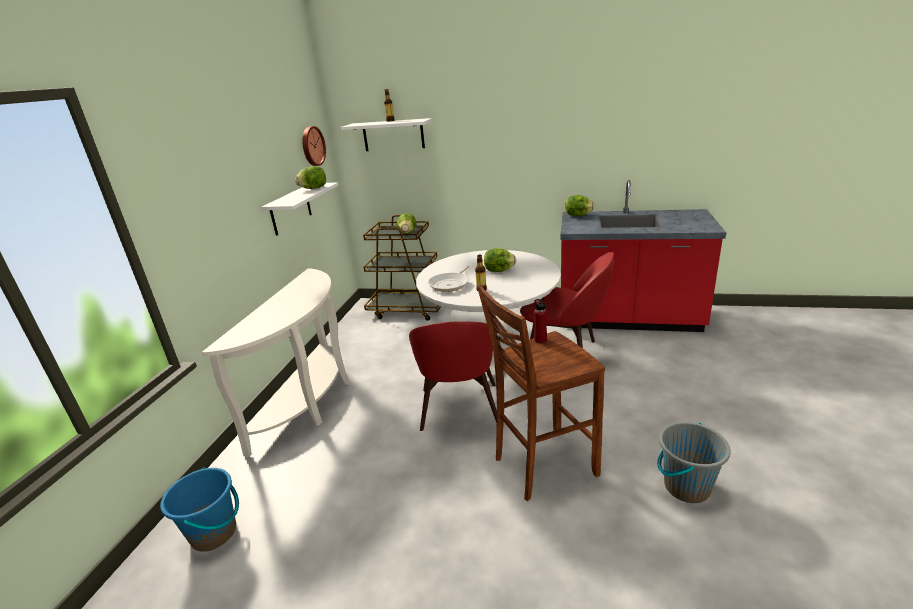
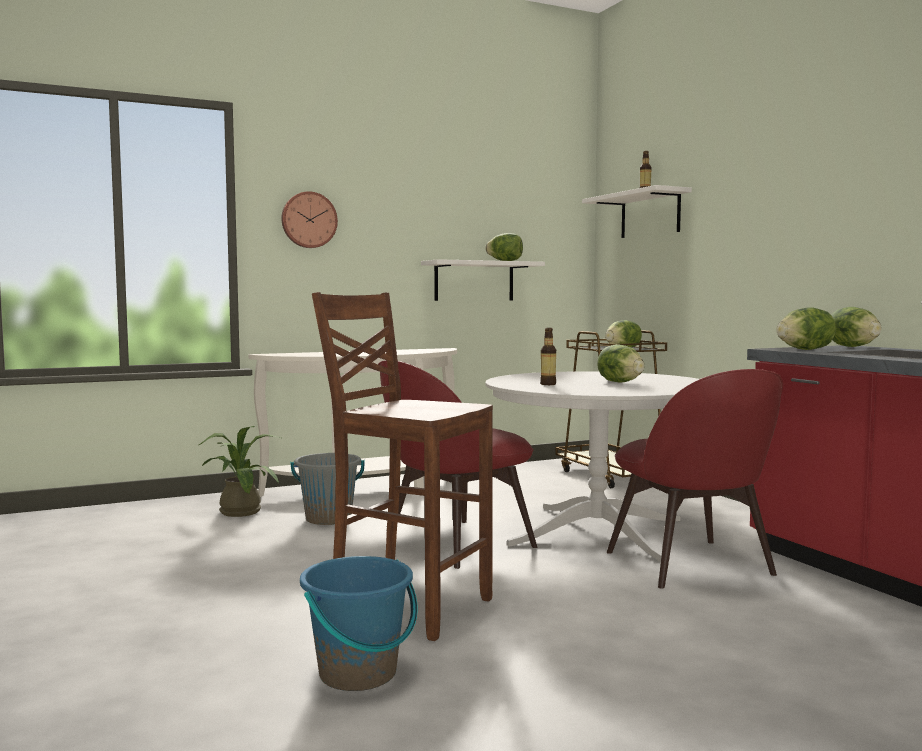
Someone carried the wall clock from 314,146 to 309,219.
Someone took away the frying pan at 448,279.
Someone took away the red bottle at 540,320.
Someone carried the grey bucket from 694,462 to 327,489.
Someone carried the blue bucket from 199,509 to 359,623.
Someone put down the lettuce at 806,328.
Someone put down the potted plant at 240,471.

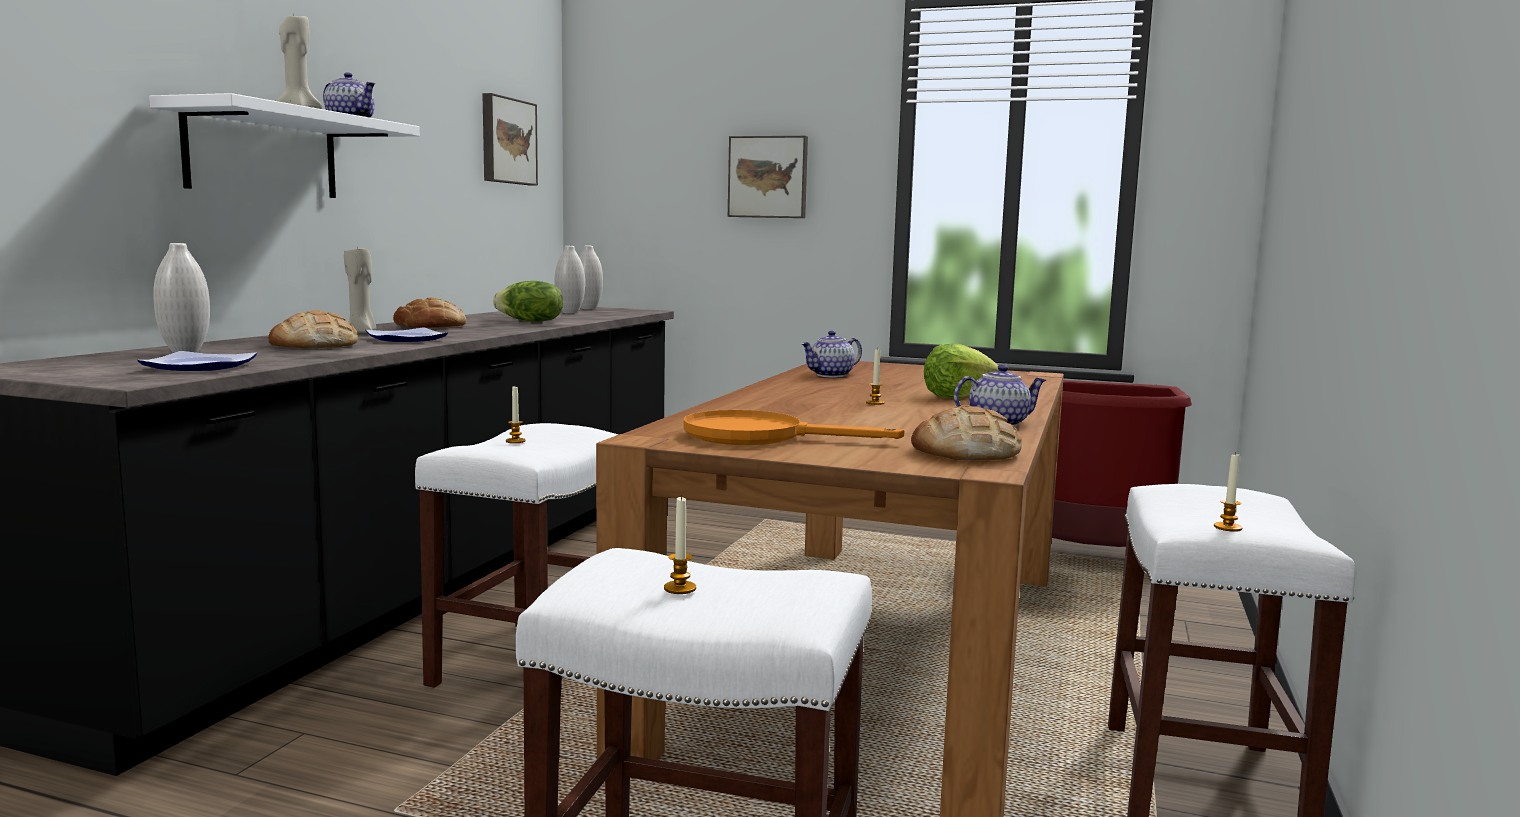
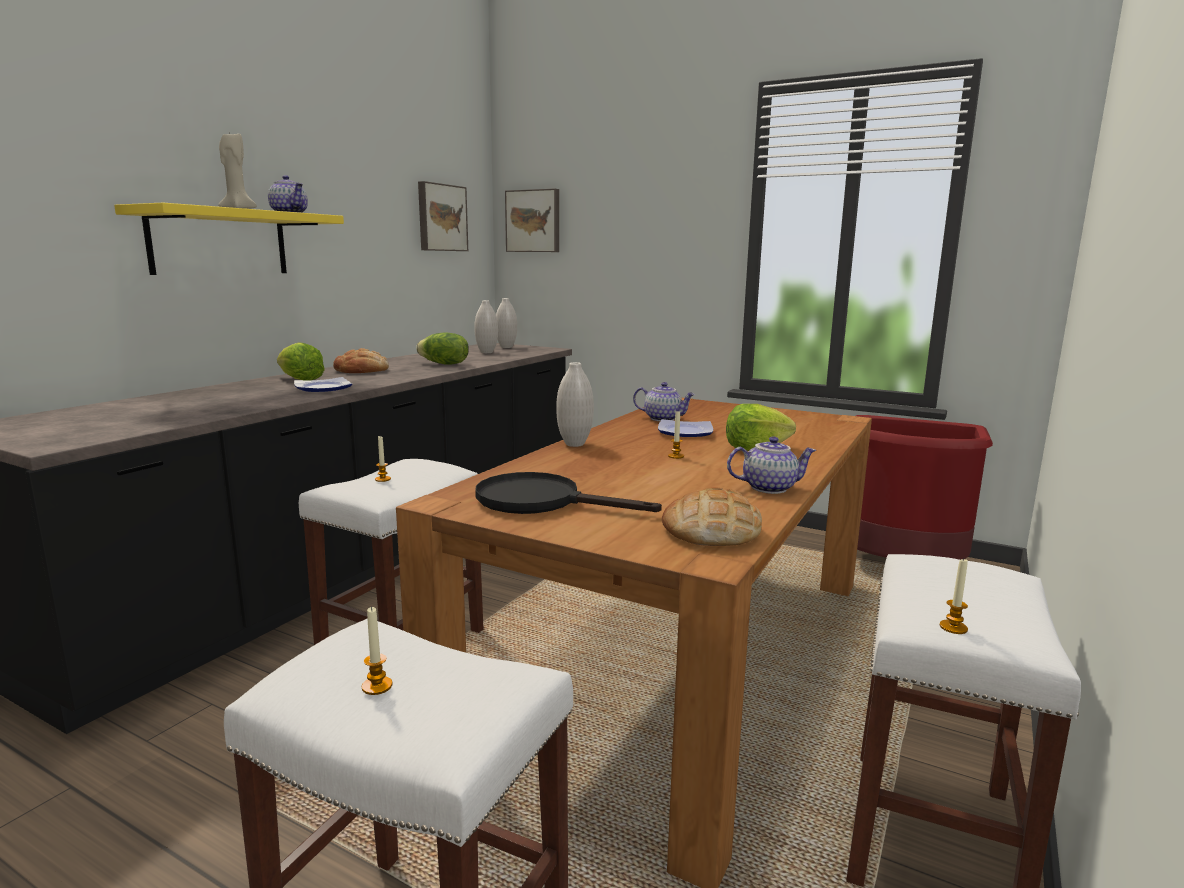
Someone repainted the white shelf at 284,145, which became the yellow shelf at 229,239.
Someone carried the picture from 768,177 to 532,220.
Someone carried the white vase from 181,298 to 575,404.
Someone swapped the beige candle at 360,290 for the lettuce at 301,361.
Someone took away the bread at 313,329.
Someone rotated the teapot at 831,354 by 135 degrees counterclockwise.
Someone carried the plate from 197,361 to 685,428.
Someone repainted the orange frying pan at 793,427, which became the black frying pan at 568,493.

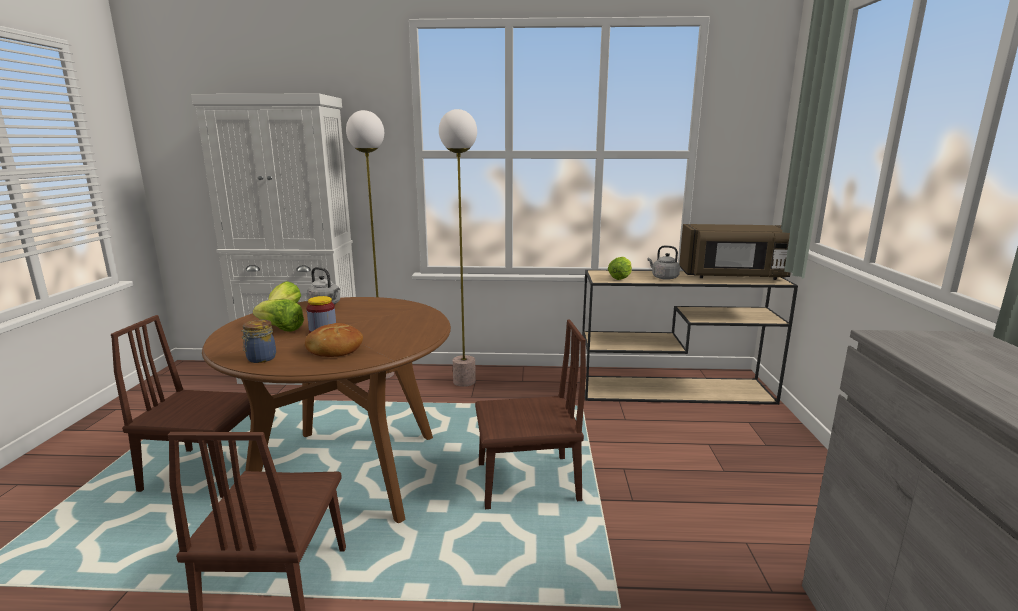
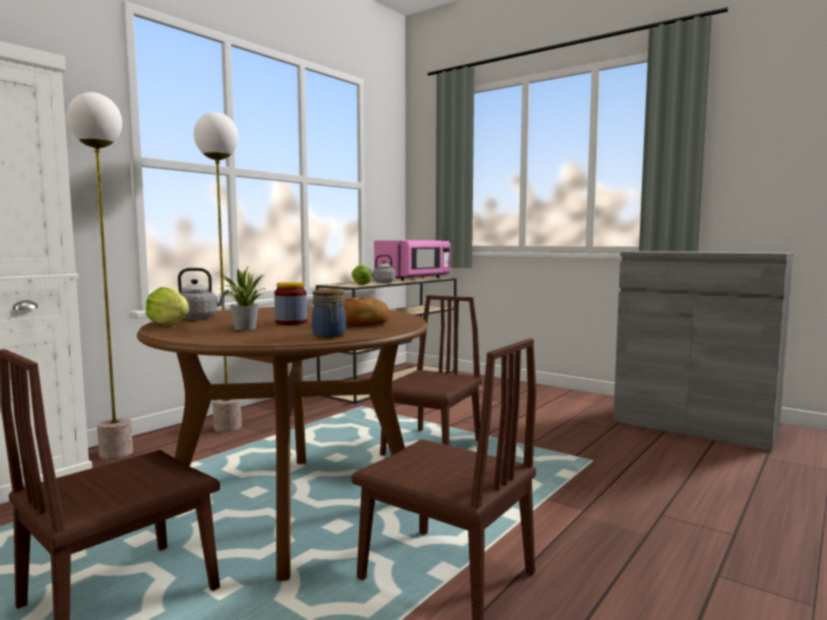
Someone repainted the brown microwave at 735,252, which became the pink microwave at 412,260.
Someone swapped the lettuce at 278,315 for the potted plant at 241,298.

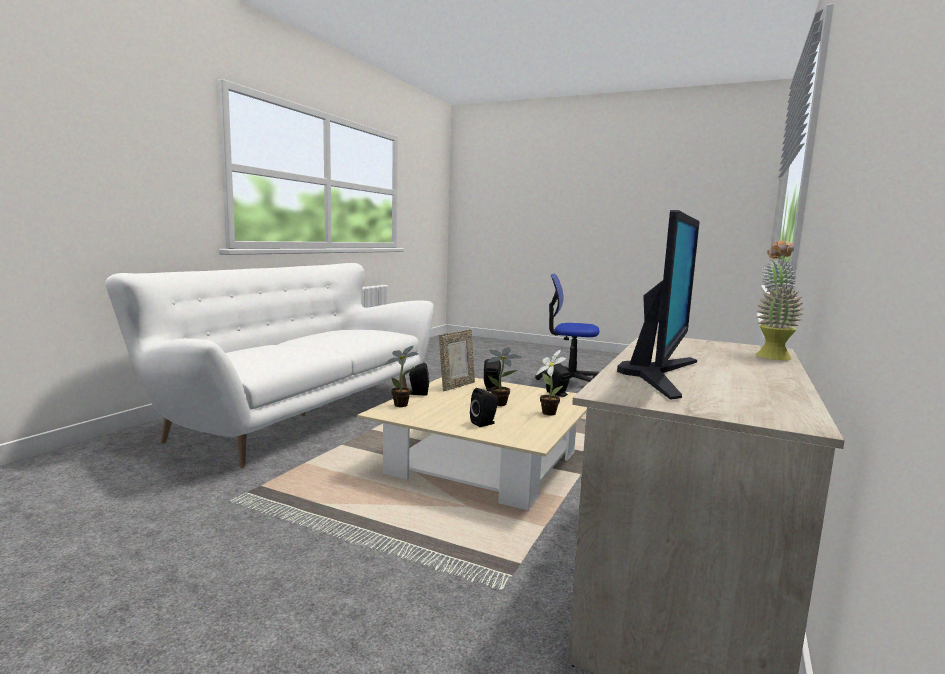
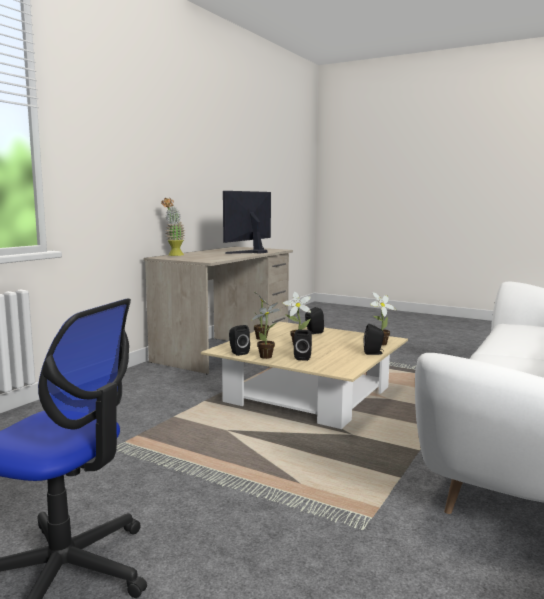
Someone took away the picture frame at 457,360.
Someone put down the potted plant at 265,330.

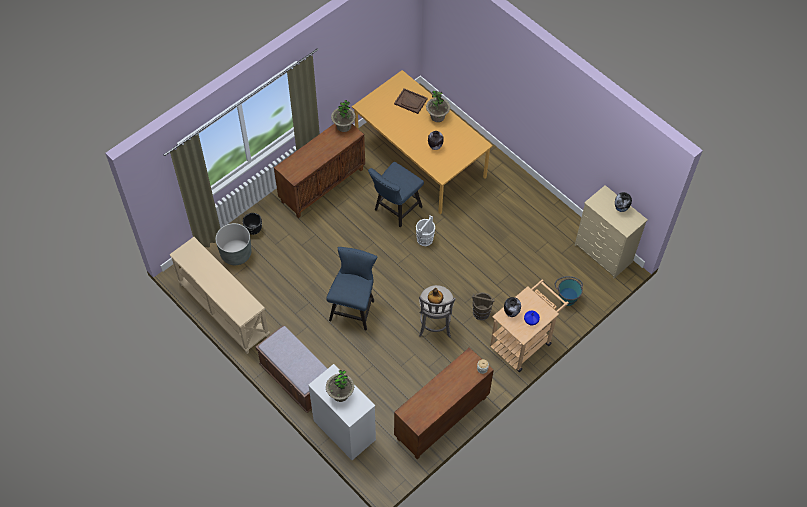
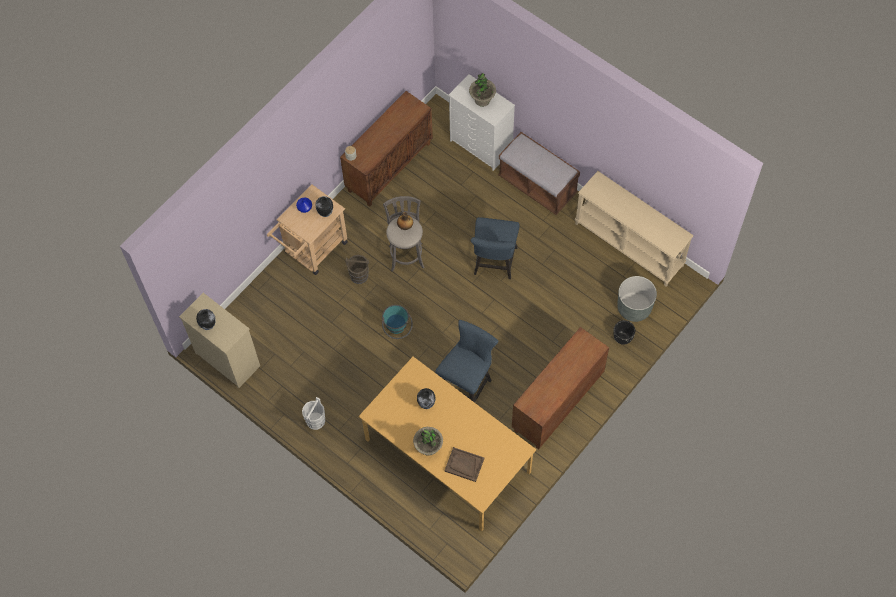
Someone took away the potted plant at 343,116.
Someone carried the white bucket from 425,230 to 313,413.
Someone carried the turquoise bucket from 569,291 to 397,322.

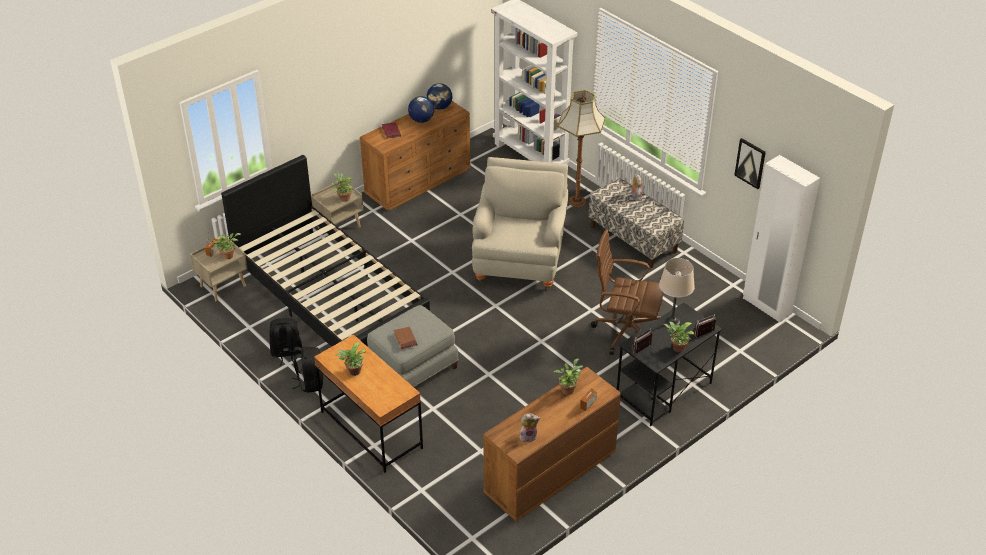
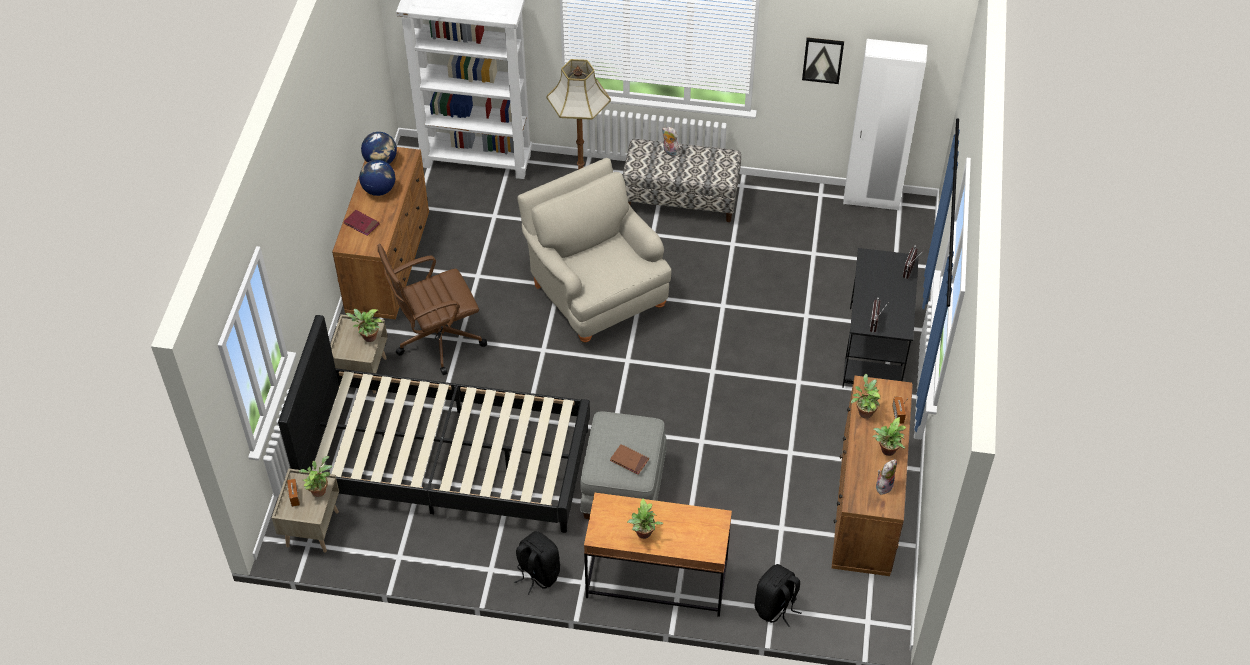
Someone carried the brown office chair from 627,292 to 432,309.
Someone took away the beige table lamp at 677,292.
Someone carried the black backpack from 285,342 to 777,595.
Someone carried the potted plant from 679,337 to 889,436.

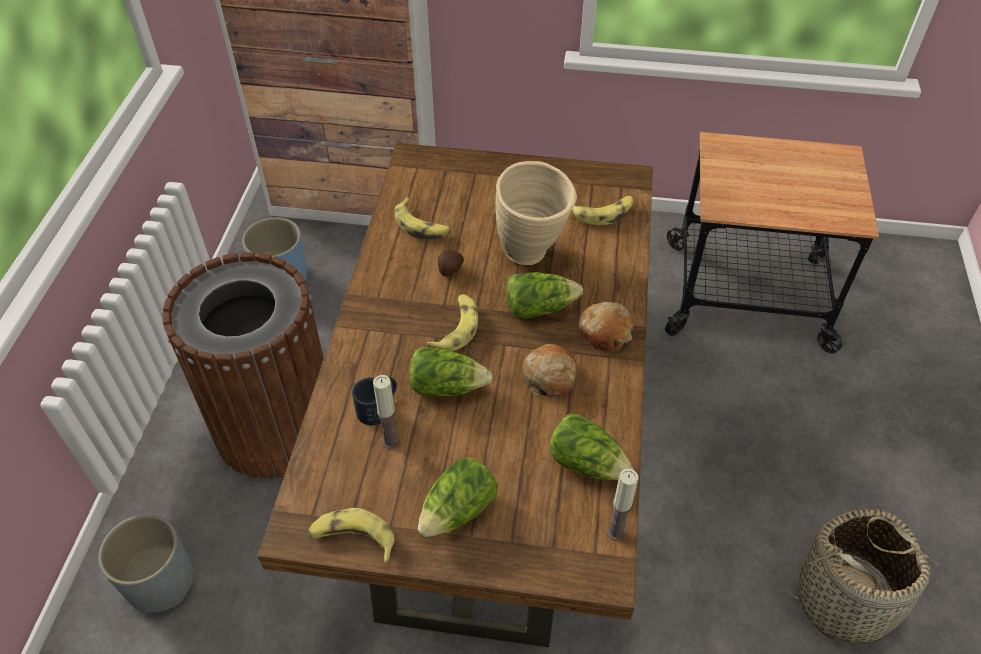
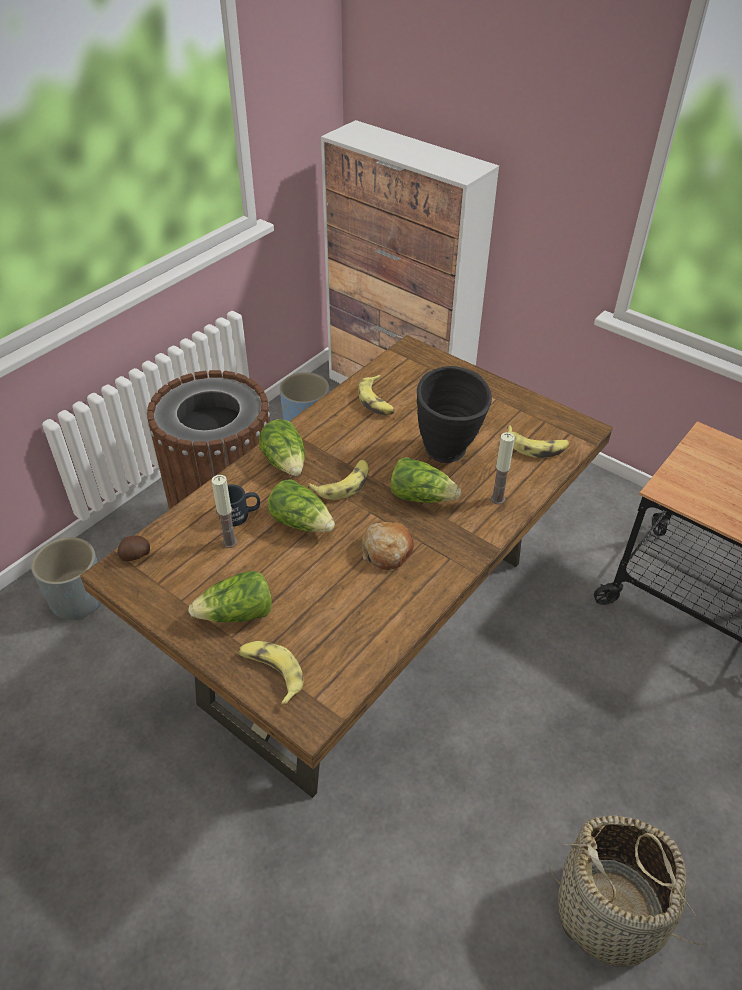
Someone repainted the beige vase at 536,213, which became the black vase at 454,414.
Someone carried the potato from 451,263 to 133,548.
Someone took away the bread at 606,327.
Someone carried the lettuce from 591,447 to 282,447.
Someone carried the candle from 622,504 to 502,468.
Someone carried the banana from 351,536 to 270,673.

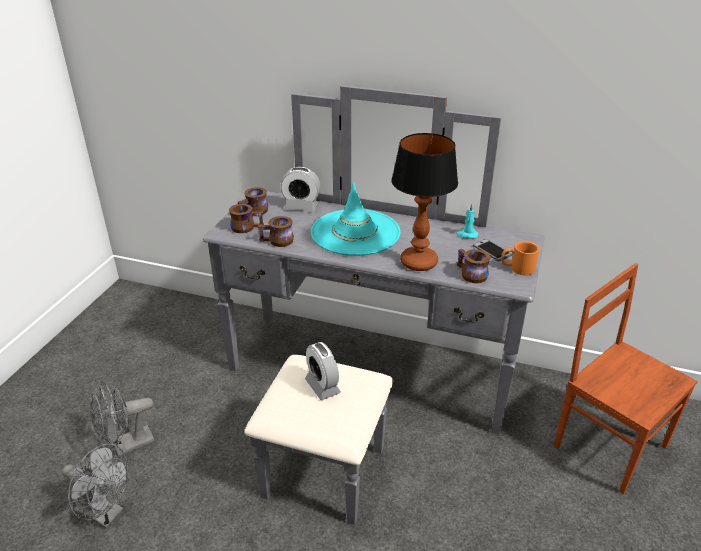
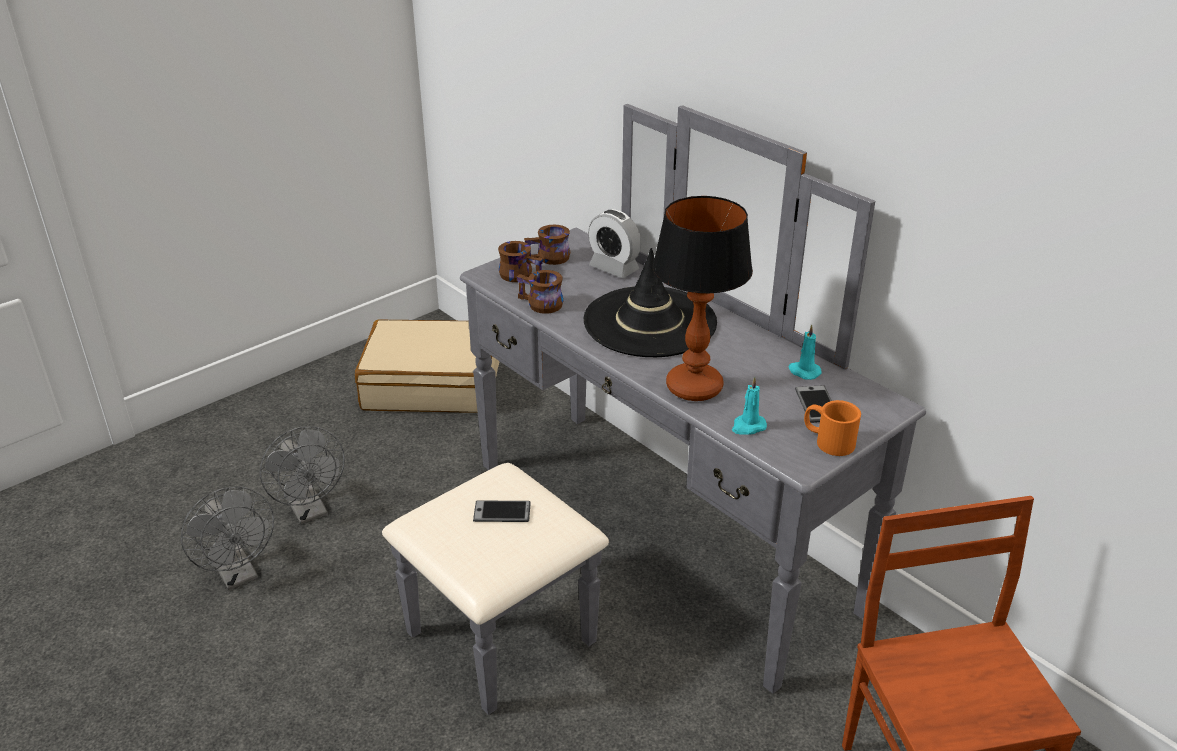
Someone repainted the turquoise hat at 356,219, which became the black hat at 650,302.
Someone swapped the brown mug at 474,266 for the turquoise candle at 749,406.
Someone swapped the alarm clock at 323,371 for the phone at 502,511.
Someone rotated the grey fan at 122,419 by 120 degrees counterclockwise.
Someone put down the beige suitcase at 427,366.

